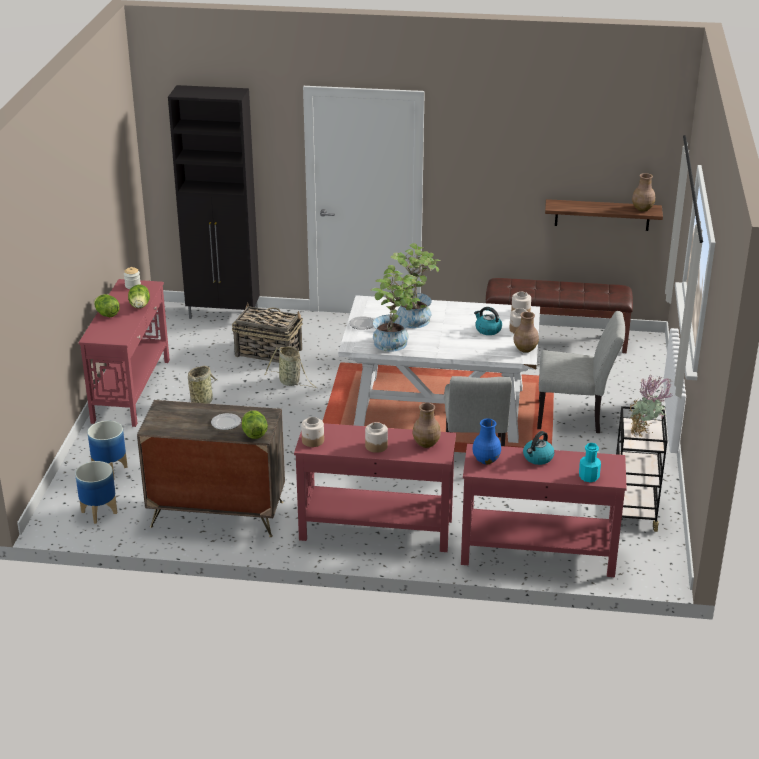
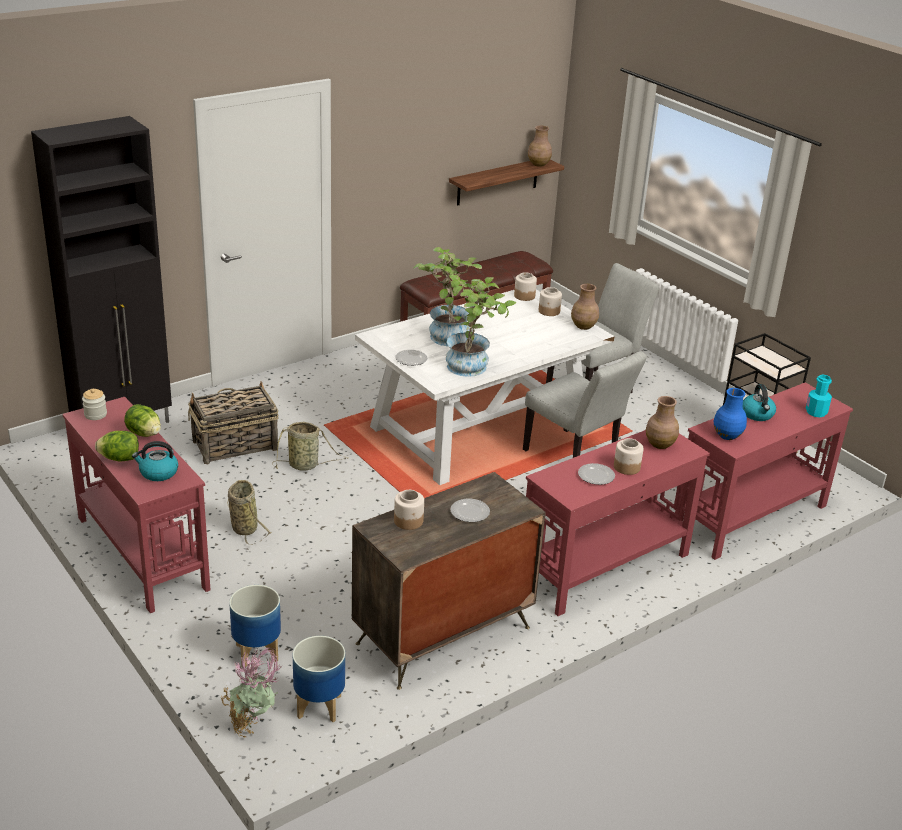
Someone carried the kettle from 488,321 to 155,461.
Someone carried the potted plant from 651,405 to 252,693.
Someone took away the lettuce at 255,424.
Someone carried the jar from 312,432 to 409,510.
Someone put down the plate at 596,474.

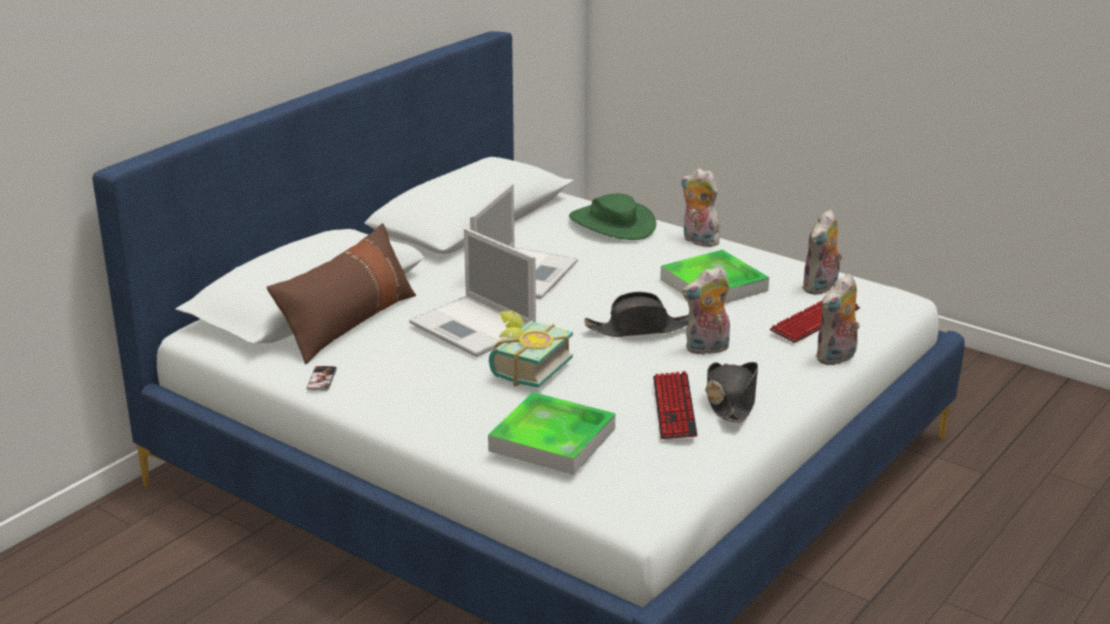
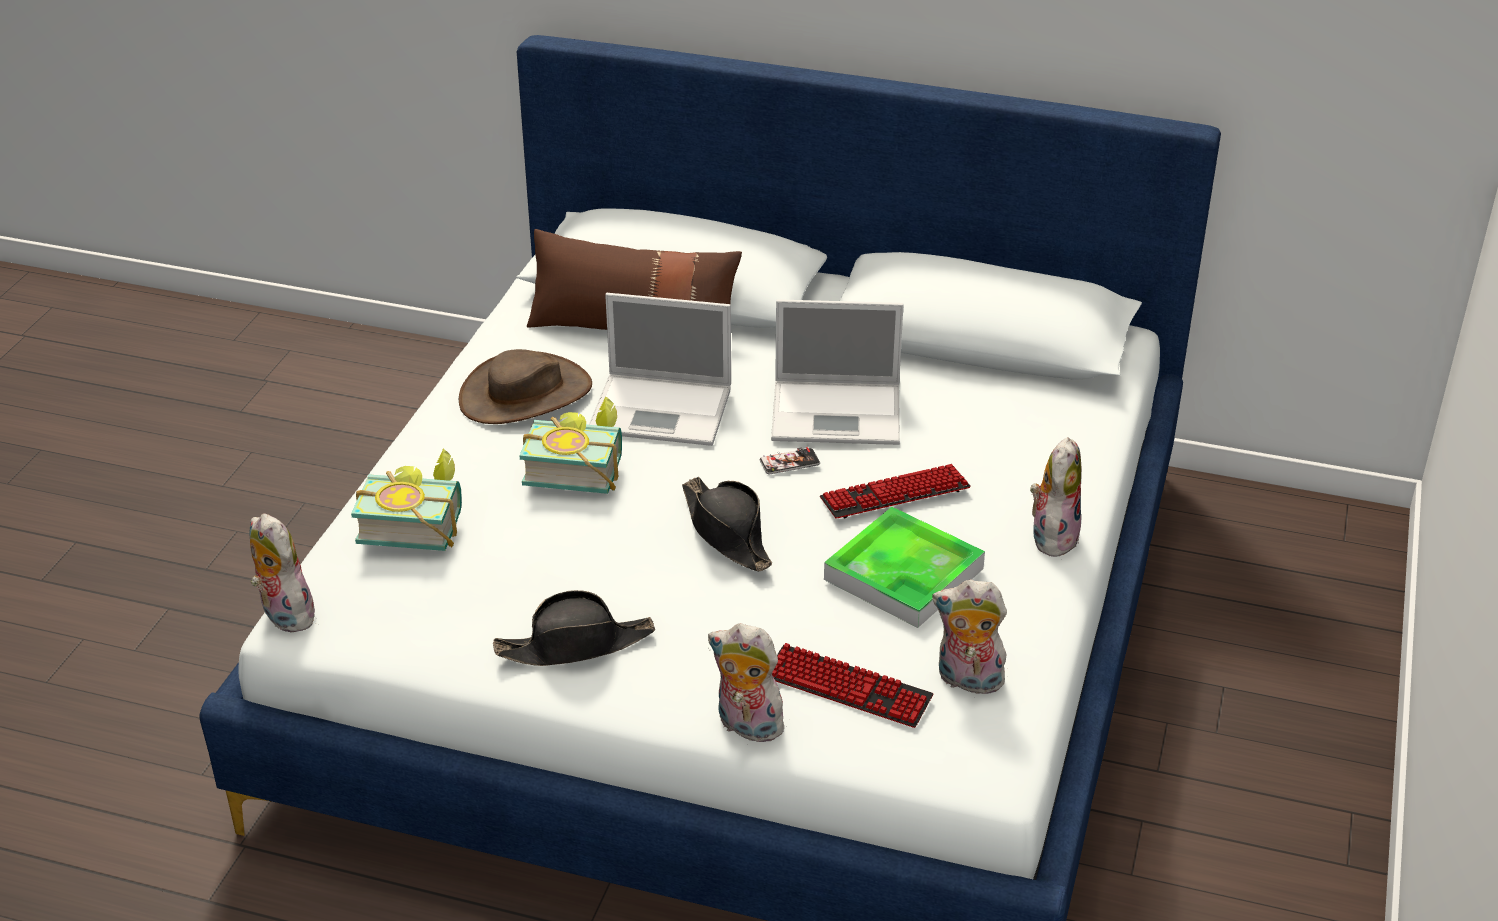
Someone took away the green hat at 612,216.
Someone rotated the laptop at 472,292 by 105 degrees counterclockwise.
Someone carried the plush toy from 706,310 to 283,572.
Someone carried the phone from 321,378 to 790,460.
Someone carried the keyboard from 675,405 to 895,491.
Someone swapped the tray at 551,433 for the book at 406,500.
Someone put down the brown hat at 525,386.

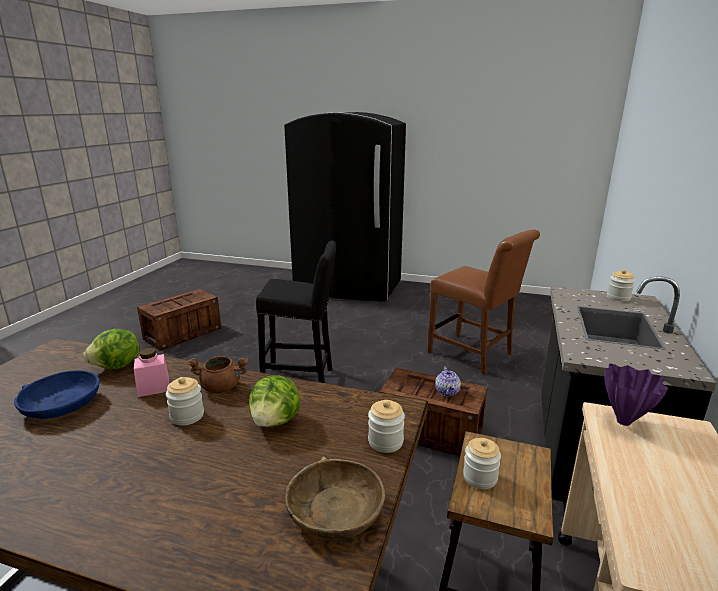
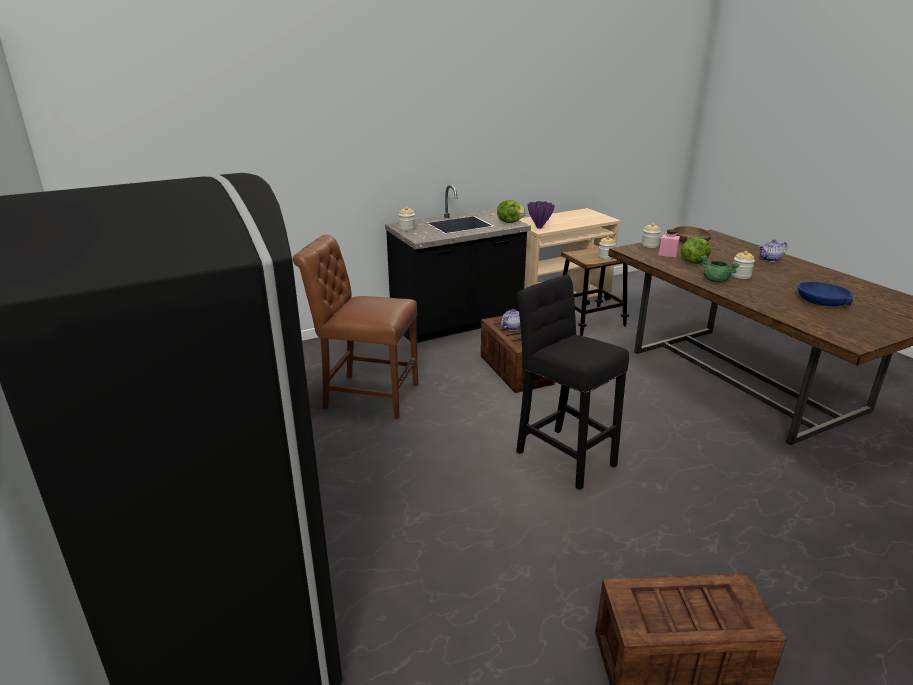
Someone rotated the brown chair at 484,302 by 75 degrees counterclockwise.
Someone carried the lettuce from 111,349 to 511,211.
Someone carried the pink jar from 152,372 to 669,243.
Someone repainted the brown cooking pot at 217,374, which became the green cooking pot at 720,269.
Someone put down the teapot at 773,250.

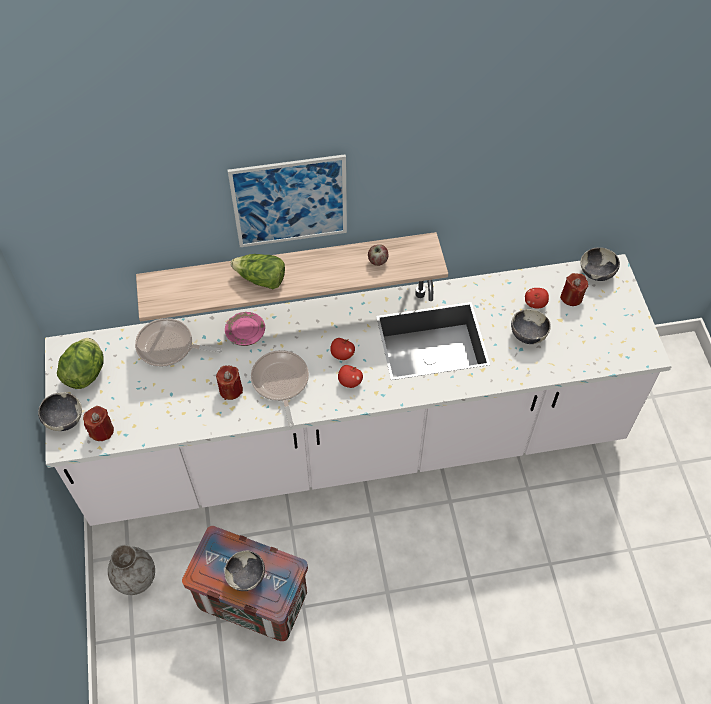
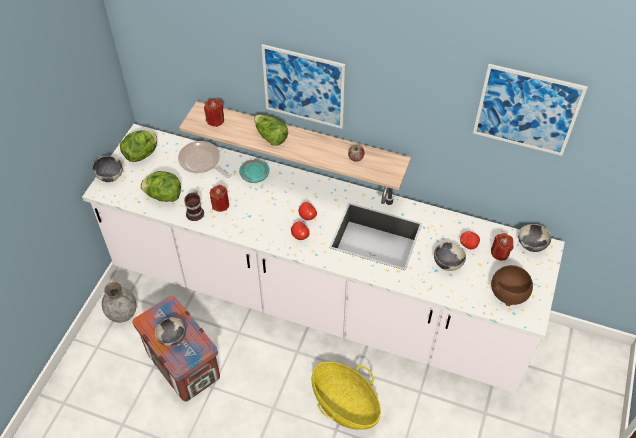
Someone repainted the pink plate at 245,329, which became the turquoise plate at 254,171.
Someone took away the frying pan at 280,388.
Someone carried the red candle from 98,423 to 214,113.
Someone put up the picture at 530,110.
Someone put down the lettuce at 160,186.
Someone put down the mug at 194,205.
Someone put down the brown bowl at 512,285.
Someone put down the basket at 346,396.

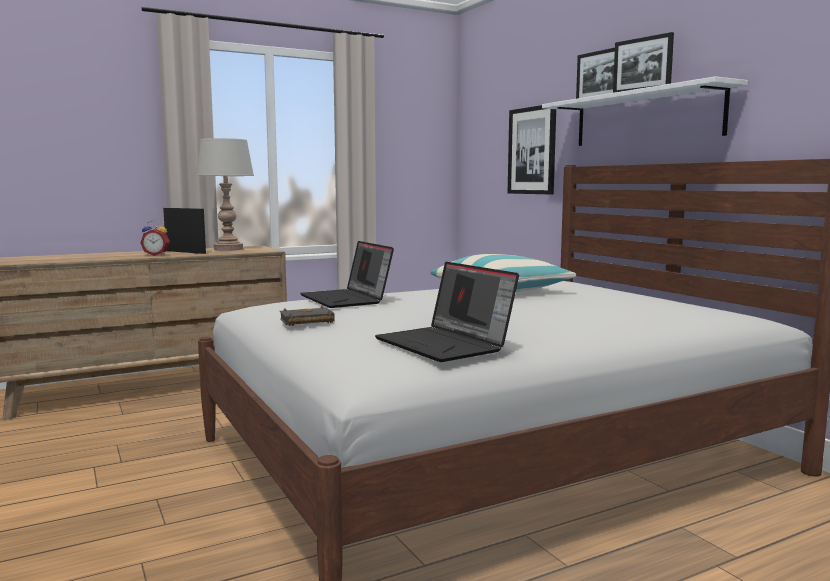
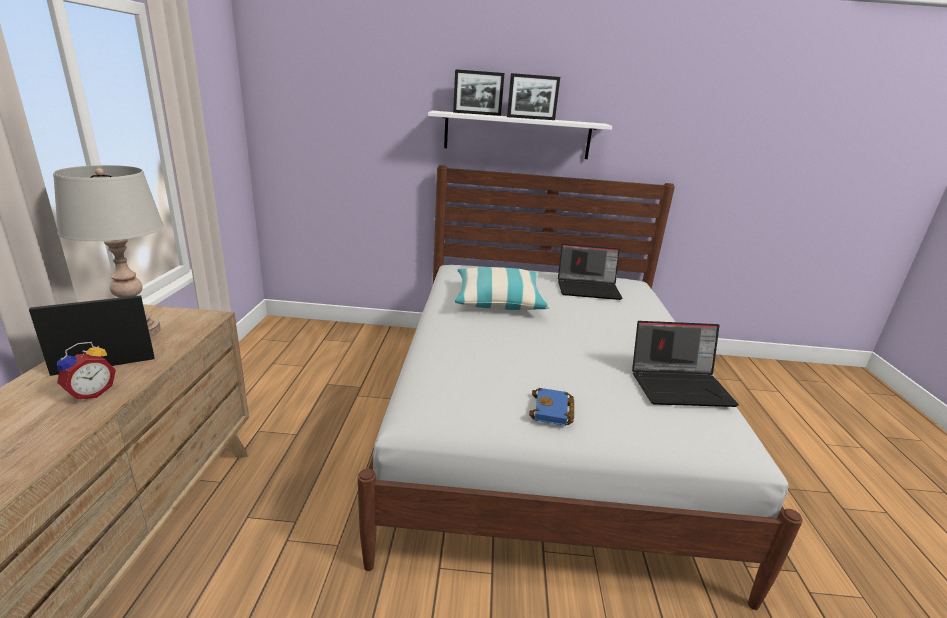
Someone took away the picture at 532,149.
Someone carried the laptop from 347,274 to 590,272.
Someone repainted the black book at 307,316, which became the blue book at 551,407.

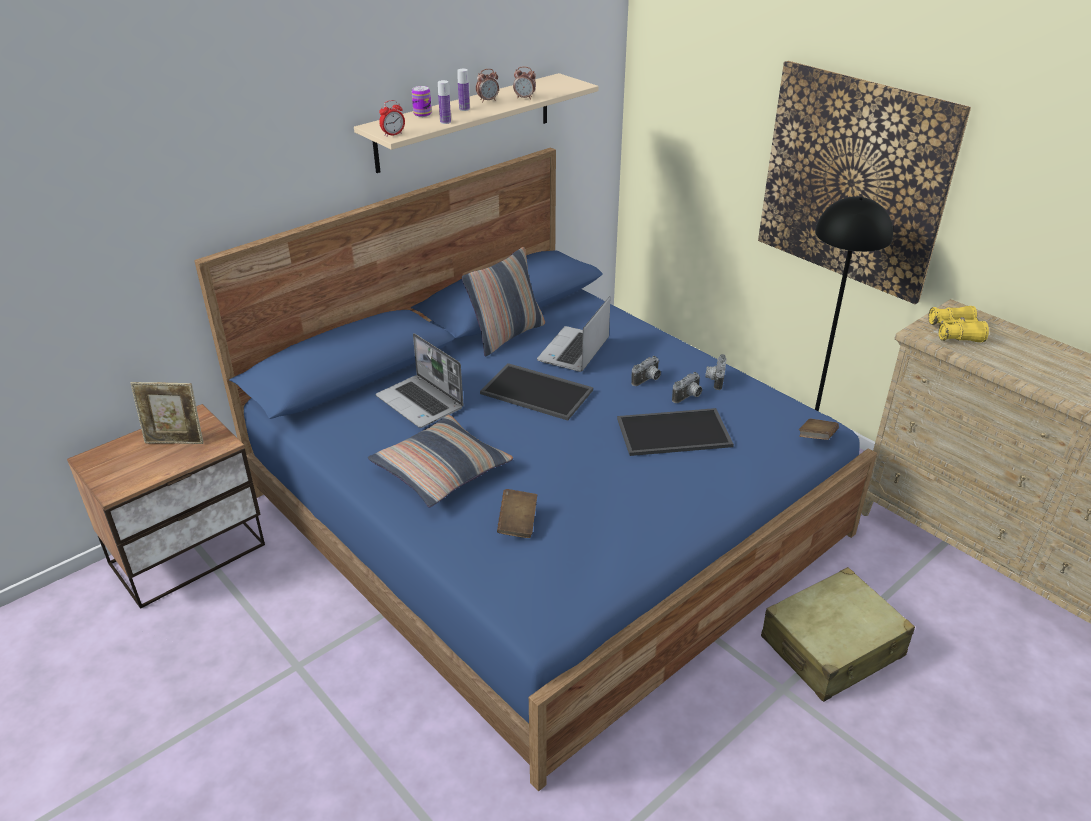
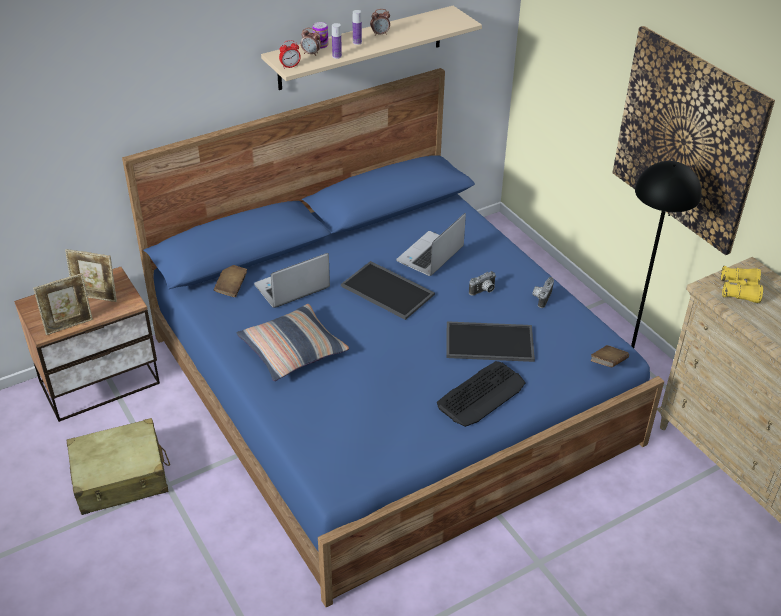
Someone carried the alarm clock from 524,83 to 311,42.
Someone took away the pillow at 503,302.
Someone rotated the laptop at 420,380 by 90 degrees clockwise.
Someone took away the photo camera at 687,387.
Someone carried the brown book from 517,513 to 230,281.
Someone carried the beige suitcase from 838,634 to 118,466.
Someone put down the picture frame at 63,304.
Someone put down the keyboard at 481,394.

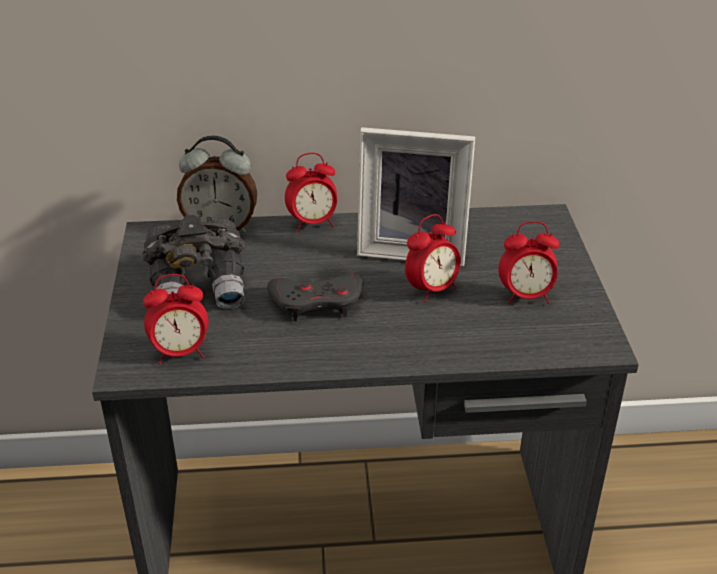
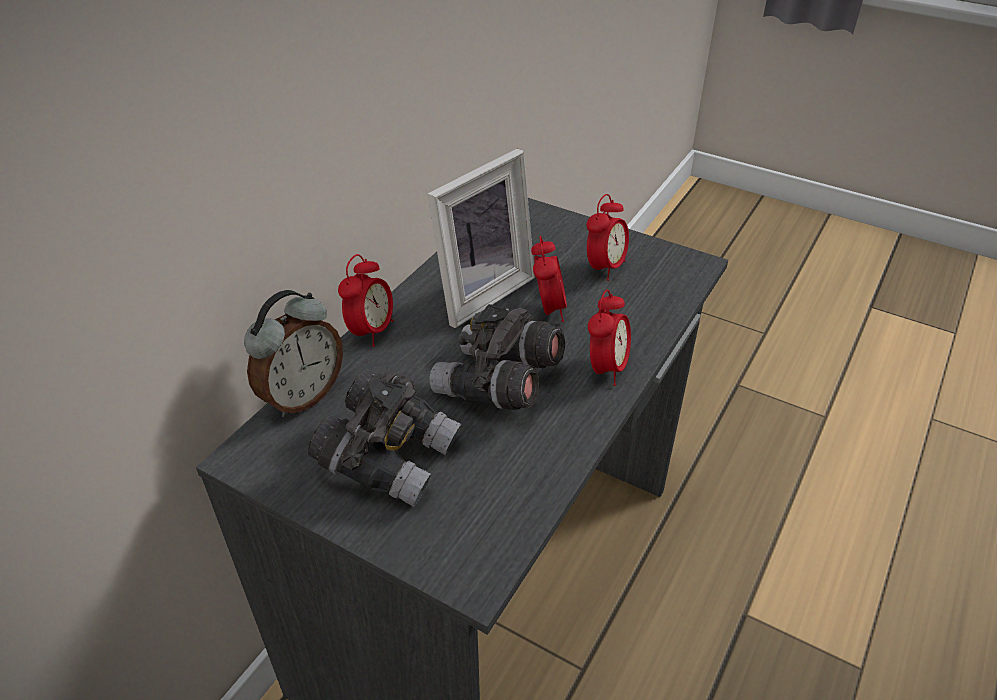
Someone swapped the grey game controller at 315,296 for the grey binoculars at 497,357.
Someone carried the alarm clock from 175,319 to 609,337.

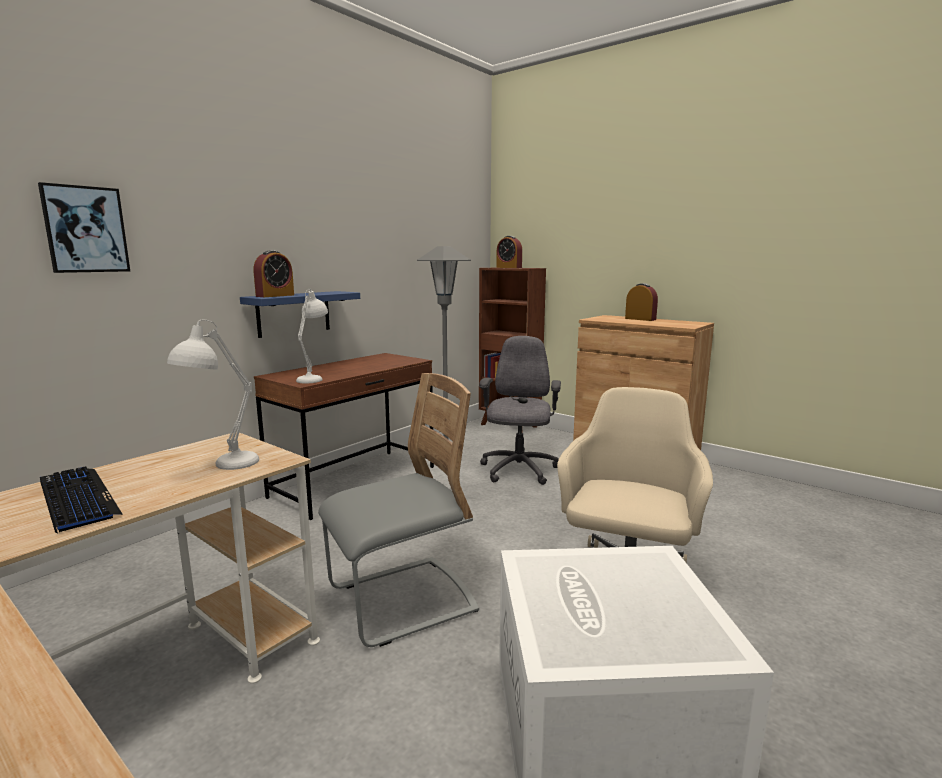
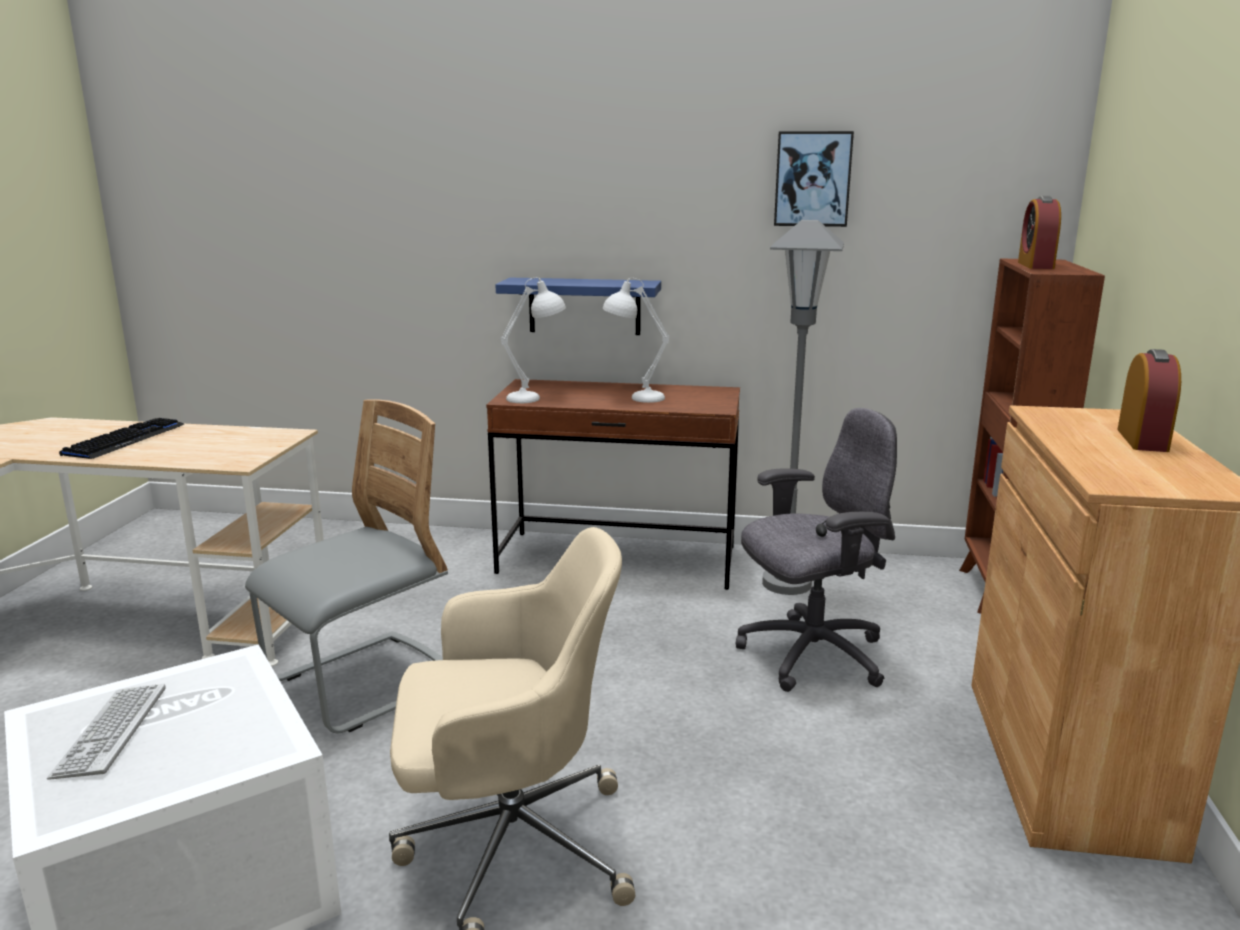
Someone carried the picture from 84,227 to 814,179.
Someone took away the alarm clock at 273,273.
Someone carried the white table lamp from 213,395 to 636,340.
Someone rotated the grey chair at 398,510 by 75 degrees counterclockwise.
Someone put down the keyboard at 106,732.

